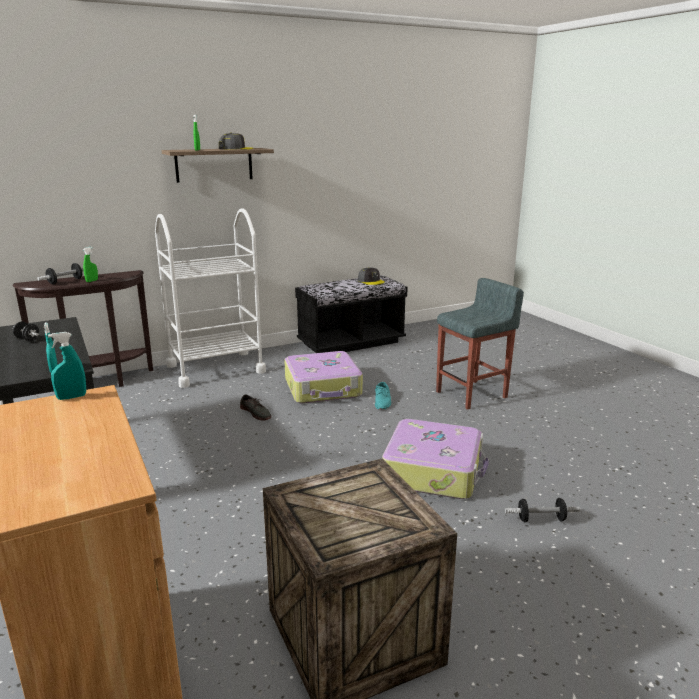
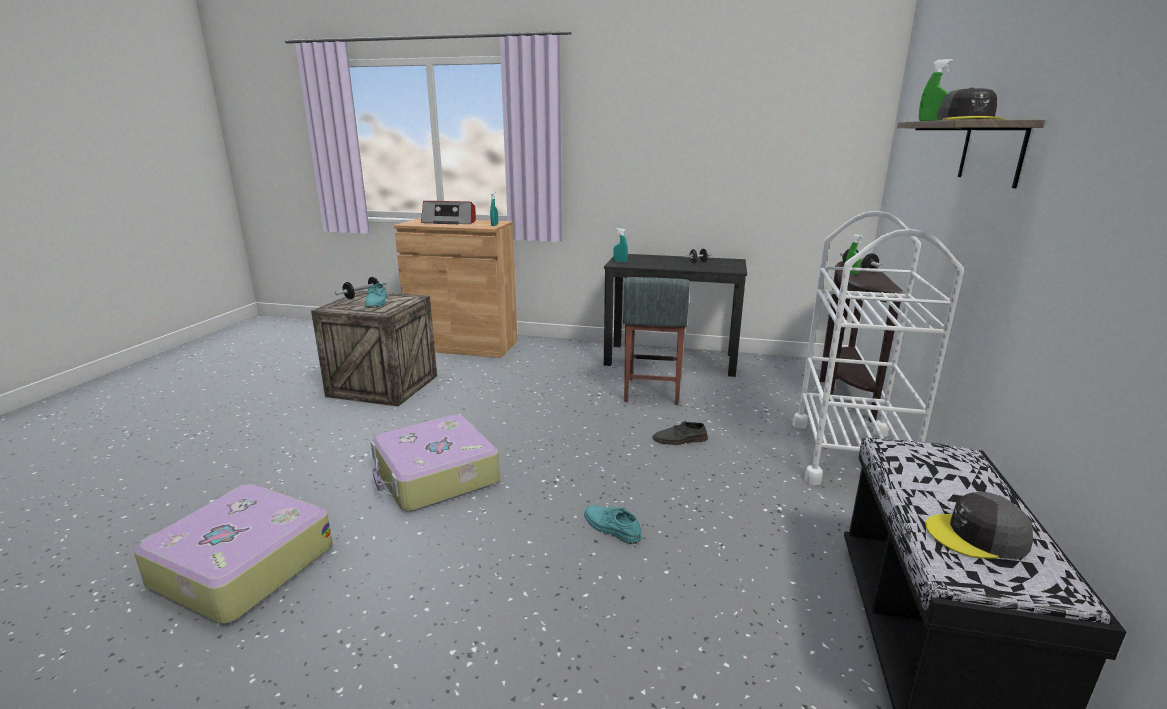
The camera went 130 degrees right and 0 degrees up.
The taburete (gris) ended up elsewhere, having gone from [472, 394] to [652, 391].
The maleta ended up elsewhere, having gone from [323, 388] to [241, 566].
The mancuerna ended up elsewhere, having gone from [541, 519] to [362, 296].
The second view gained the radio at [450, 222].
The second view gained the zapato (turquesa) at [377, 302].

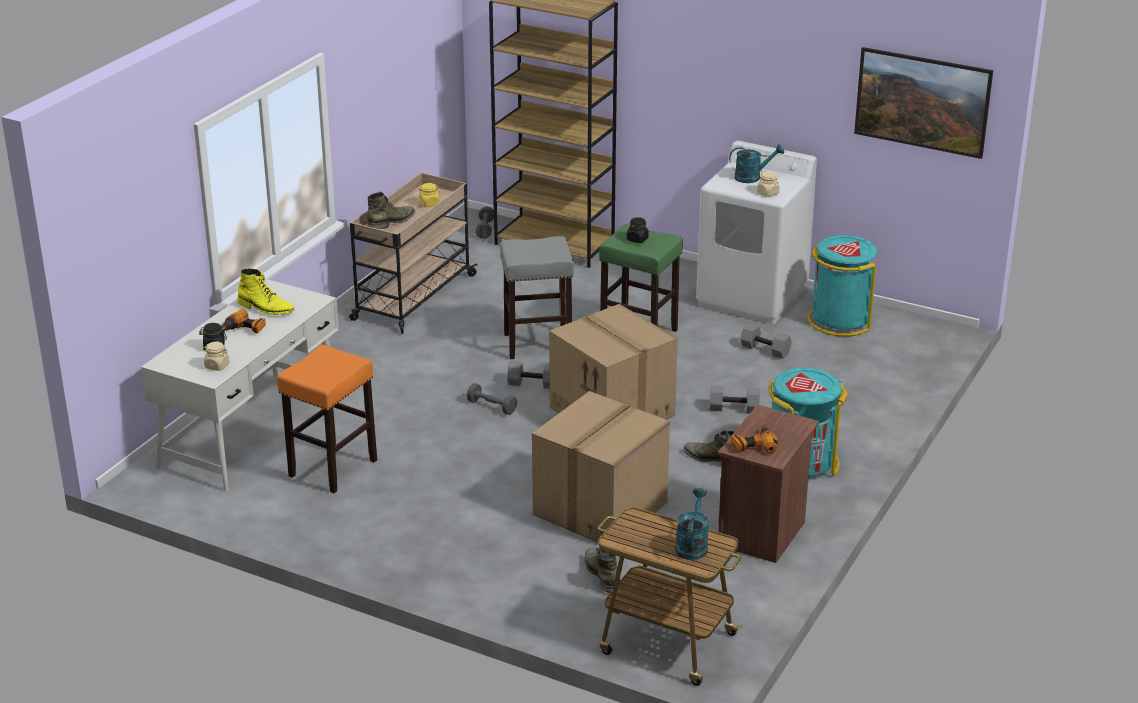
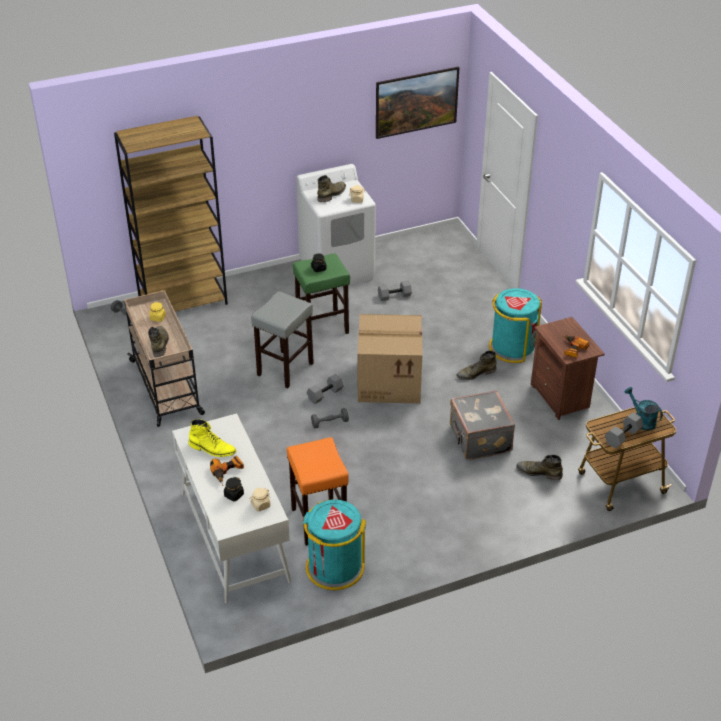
The camera went 50 degrees left and 10 degrees up.
Where the regadera (turquesa) stood at [752, 177], the bota (verde) came to stand at [332, 194].
The papelera (turquesa) ended up elsewhere, having gone from [839, 320] to [334, 568].
The bota (amarillo) at [266, 308] ended up facing another way, 45 degrees clockwise from before.
The mancuerna (gris) ended up elsewhere, having gone from [734, 408] to [622, 436].
Where the caja de cartón stood at [600, 509], the maleta (gris) came to stand at [479, 439].

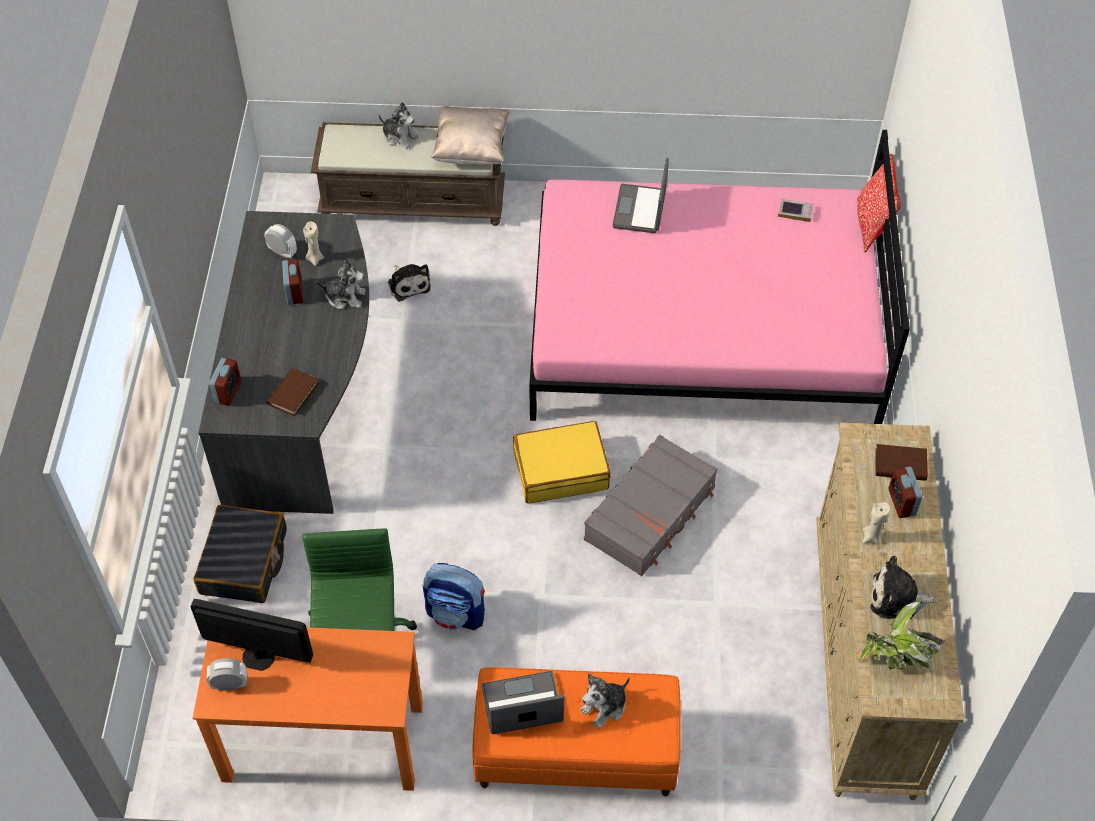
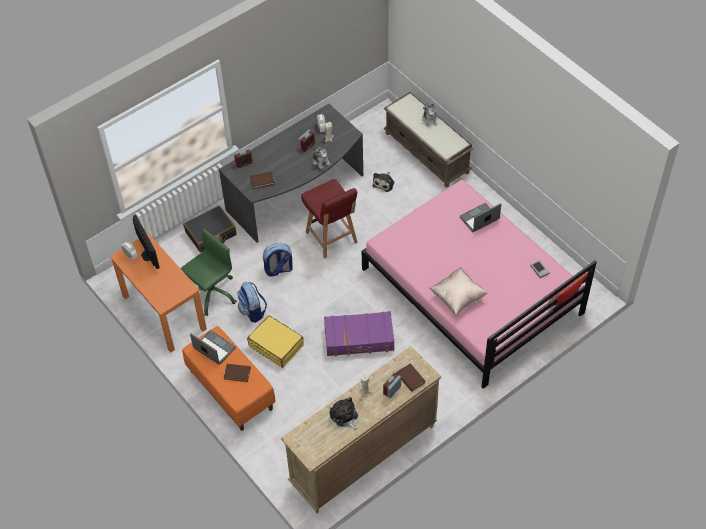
The camera went 50 degrees right and 0 degrees up.
The cojín (beis) ended up elsewhere, having gone from [471, 149] to [457, 297].
The maleta (amarillo) ended up elsewhere, having gone from [561, 470] to [276, 345].
What was the maleta (gris) at [651, 514] turned into the maleta (morado) at [359, 339].
The second view lost the planta en maceta at [897, 658].
Where the peluche stood at [605, 707], the libro (marrón) came to stand at [237, 373].
The second view gained the silla (rojo) at [332, 238].
The second view gained the mochila at [278, 270].

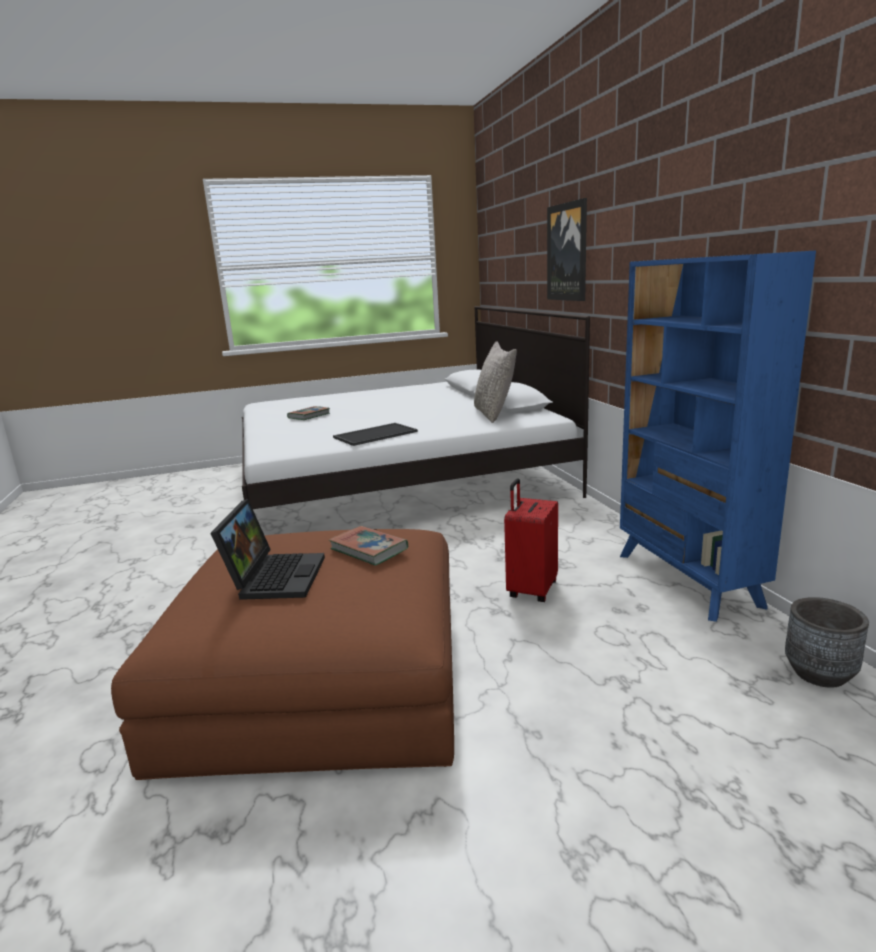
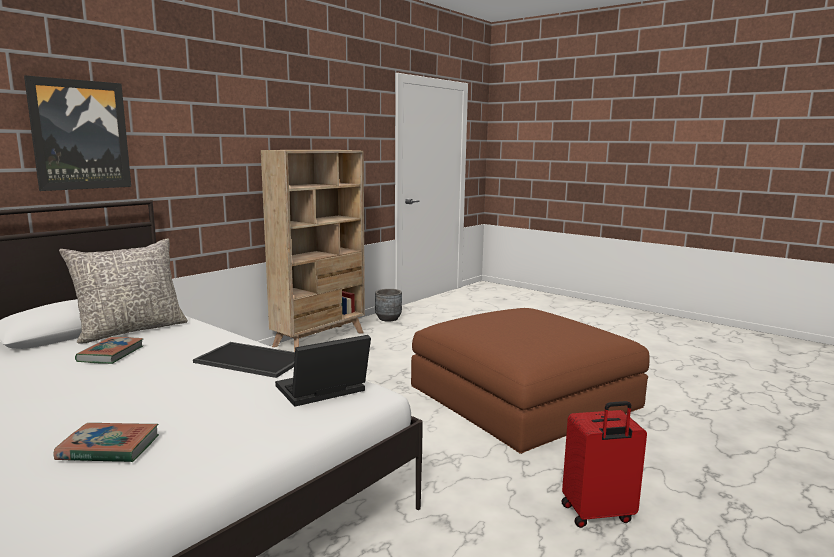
The camera went 125 degrees left and 5 degrees down.
What was the estantería (azul) at [687, 580] turned into the estantería (beis) at [320, 339].
The maleta (rojo) ended up elsewhere, having gone from [531, 590] to [598, 514].
The portátil ended up elsewhere, having gone from [275, 576] to [321, 392].
The libro ended up elsewhere, having gone from [369, 549] to [111, 354].

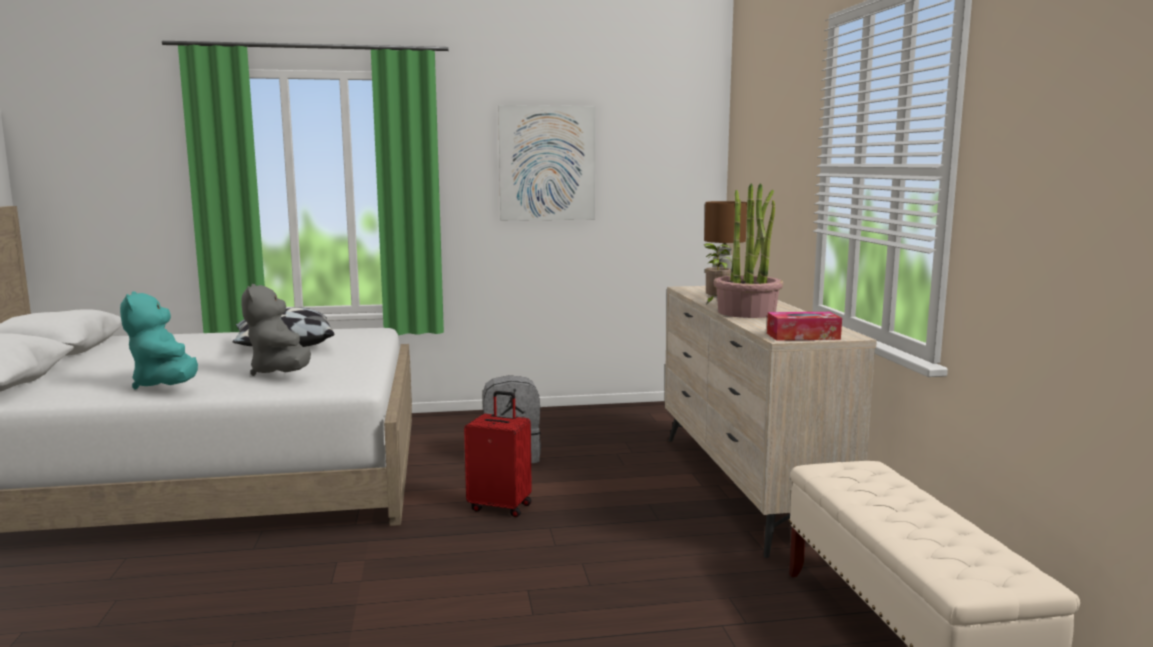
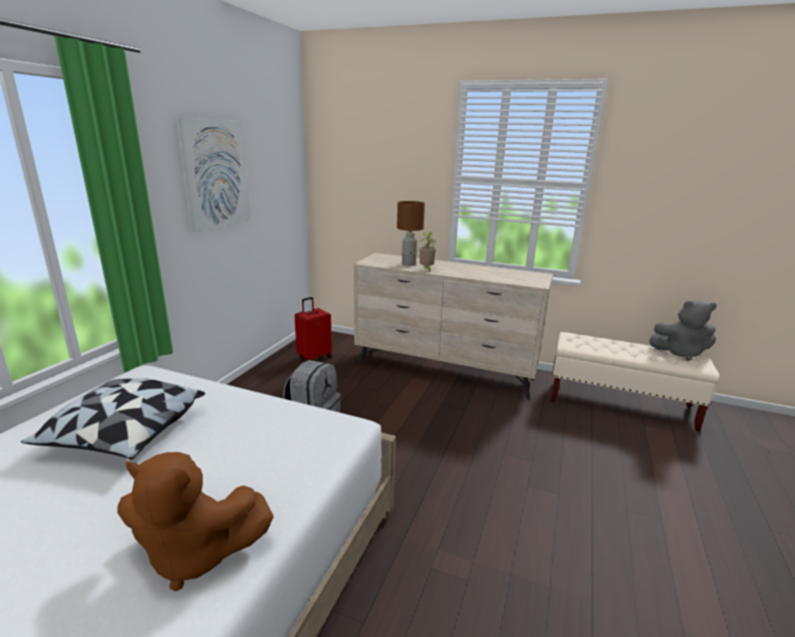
The camera went 60 degrees left and 10 degrees up.
The second view lost the planta en maceta at [747, 312].
The peluche (gris) ended up elsewhere, having gone from [281, 373] to [680, 353].
What was the peluche (turquesa) at [167, 385] turned into the peluche (marrón) at [195, 554].
The second view lost the caja de pañuelos at [803, 336].
The maleta (rojo) ended up elsewhere, having gone from [501, 506] to [314, 357].

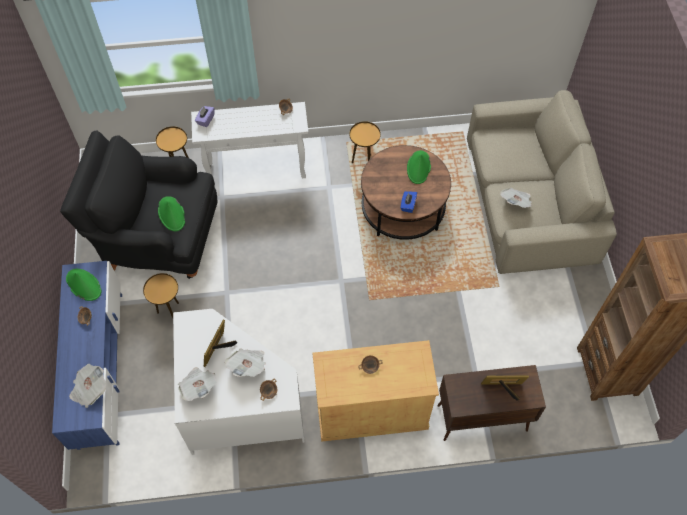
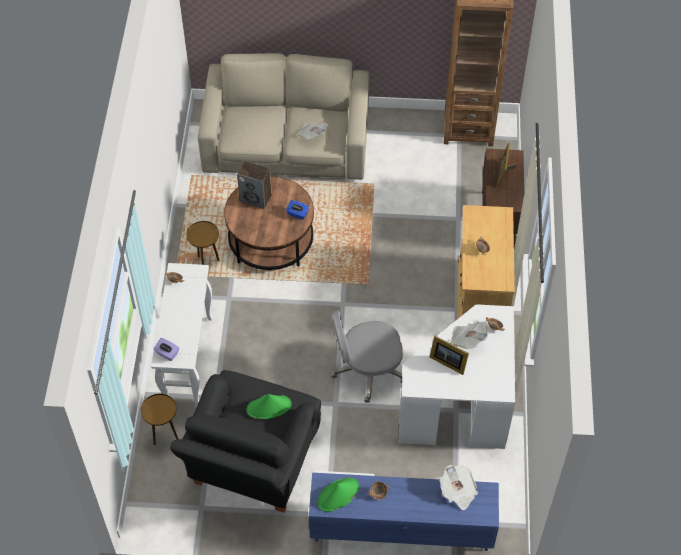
The camera went 80 degrees left and 5 degrees down.
Where the sombrero (verde) stood at [418, 168], the altavoz came to stand at [256, 198].
The second view lost the mesa auxiliar (marrón) at [170, 312].
The second view lost the periódico at [198, 387].
The second view gained the silla de oficina (gris) at [367, 370].

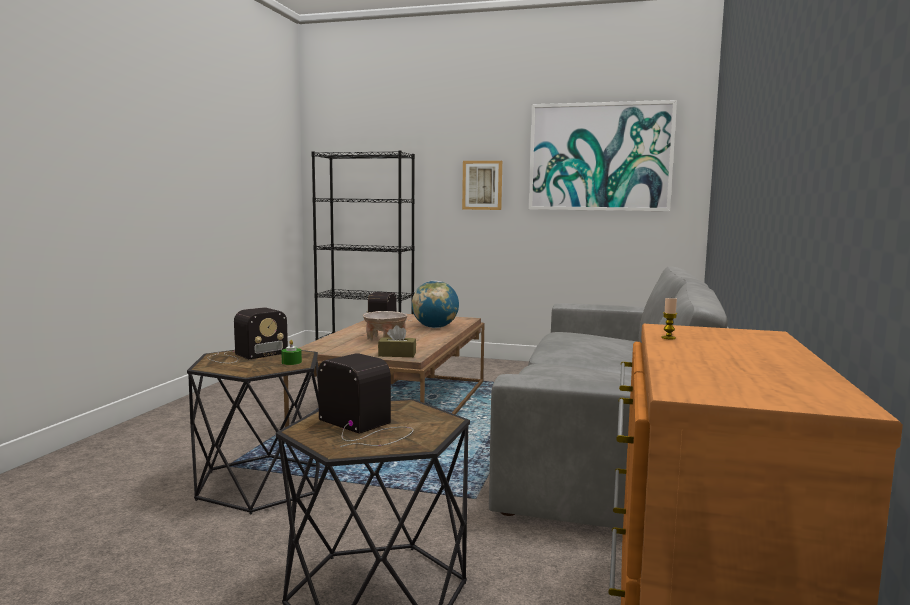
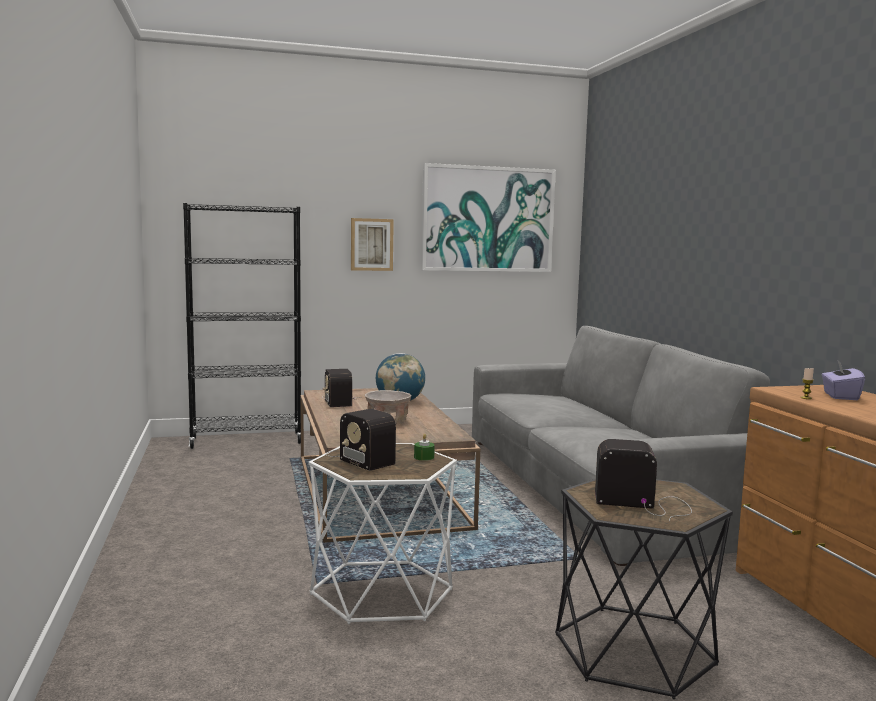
The camera went 30 degrees left and 0 degrees up.
The radio at [245, 355] ended up facing another way, 120 degrees clockwise from before.
The second view lost the caja de pañuelos (marrón) at [397, 354].
What was the mesa auxiliar (negro) at [260, 483] turned into the mesa auxiliar (blanco) at [381, 592].
The second view gained the caja de pañuelos (morado) at [840, 396].

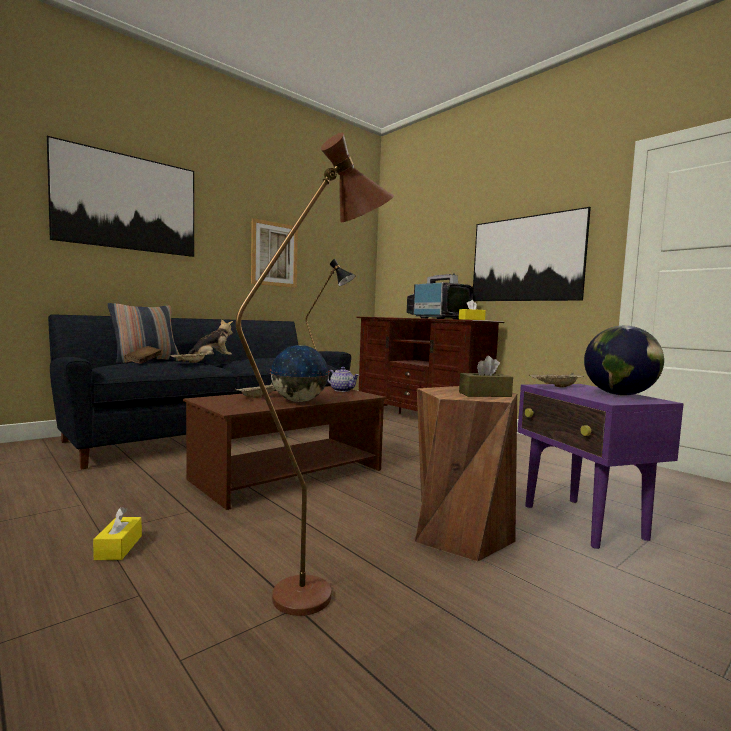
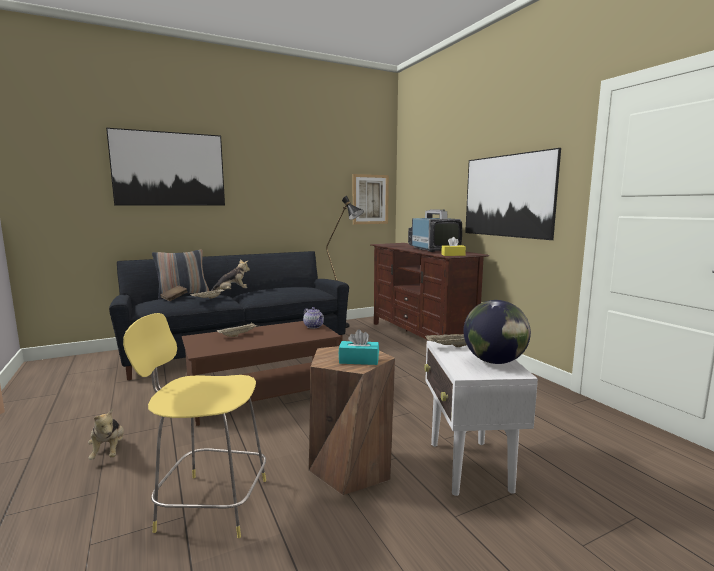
The camera went 15 degrees right and 5 degrees up.
Where the lámpara de pie (marrón) stood at [320, 589], the taburete (amarillo) came to stand at [210, 504].
The cuadro ended up elsewhere, having gone from [274, 254] to [370, 199].
The second view lost the globo terráqueo at [298, 401].
What was the caja de pañuelos (marrón) at [484, 394] turned into the caja de pañuelos (turquesa) at [359, 360].
What was the mesa auxiliar (morado) at [583, 523] turned into the mesa auxiliar (blanco) at [469, 467].
Where the caja de pañuelos (amarillo) stood at [119, 547], the peluche came to stand at [109, 452].

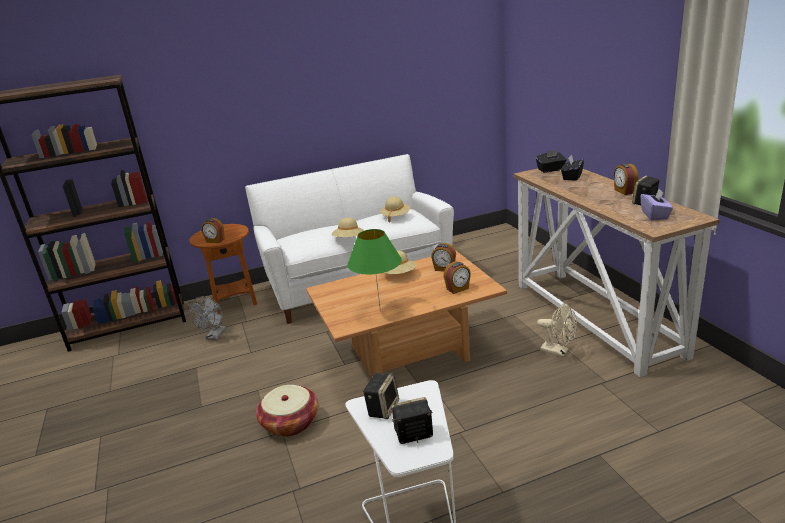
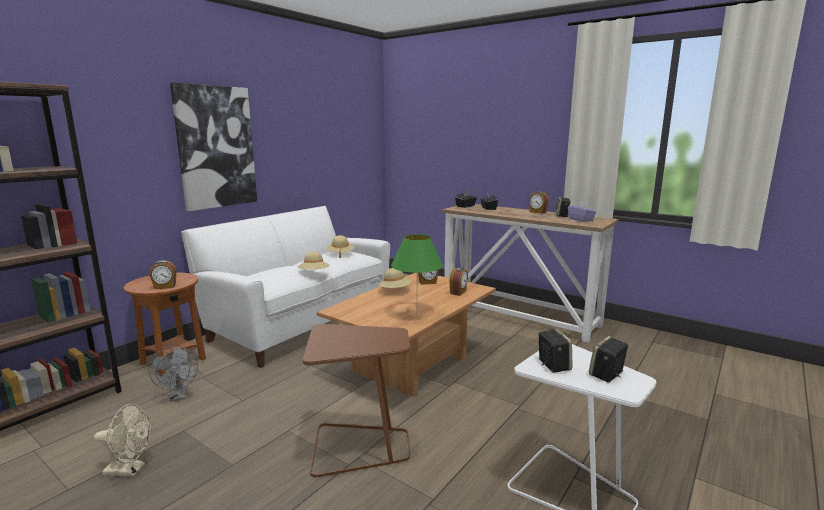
The camera went 35 degrees left and 10 degrees down.
The ventilador (beis) ended up elsewhere, having gone from [558, 351] to [130, 470].
Where the cesta stood at [290, 423], the mesa auxiliar (marrón) came to stand at [359, 447].
The second view gained the cuadro at [216, 147].

